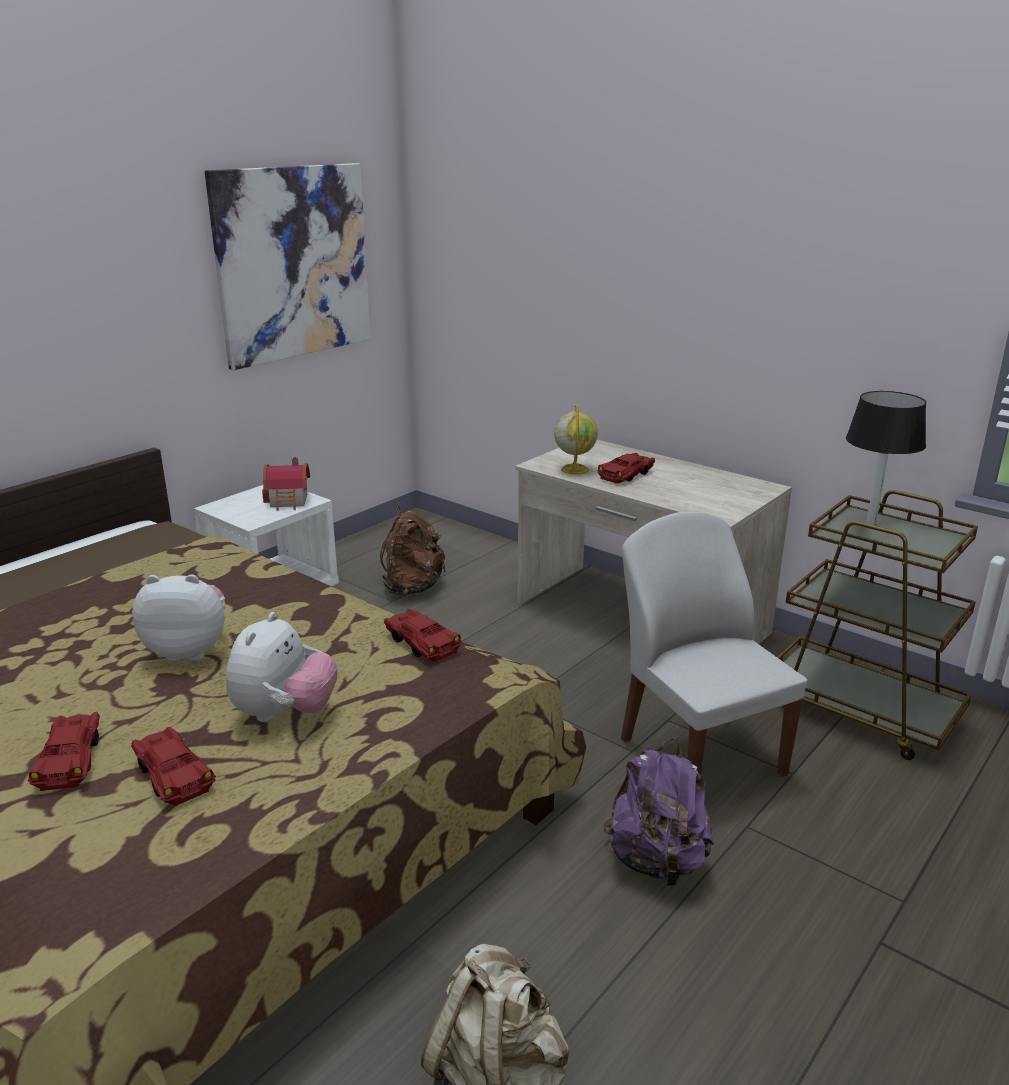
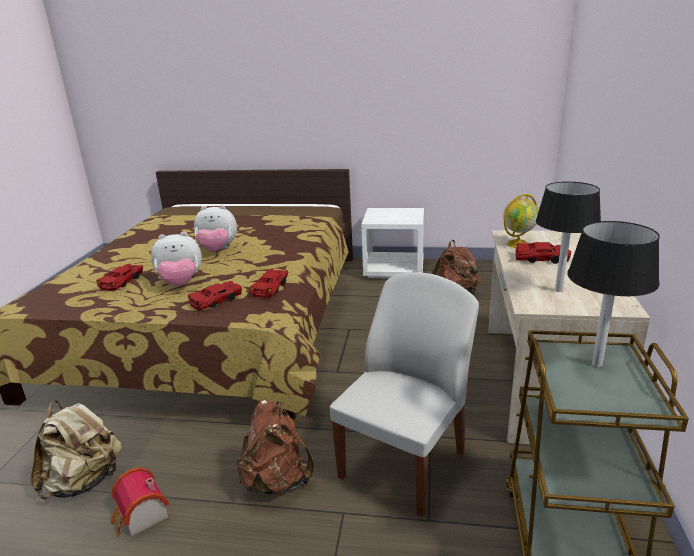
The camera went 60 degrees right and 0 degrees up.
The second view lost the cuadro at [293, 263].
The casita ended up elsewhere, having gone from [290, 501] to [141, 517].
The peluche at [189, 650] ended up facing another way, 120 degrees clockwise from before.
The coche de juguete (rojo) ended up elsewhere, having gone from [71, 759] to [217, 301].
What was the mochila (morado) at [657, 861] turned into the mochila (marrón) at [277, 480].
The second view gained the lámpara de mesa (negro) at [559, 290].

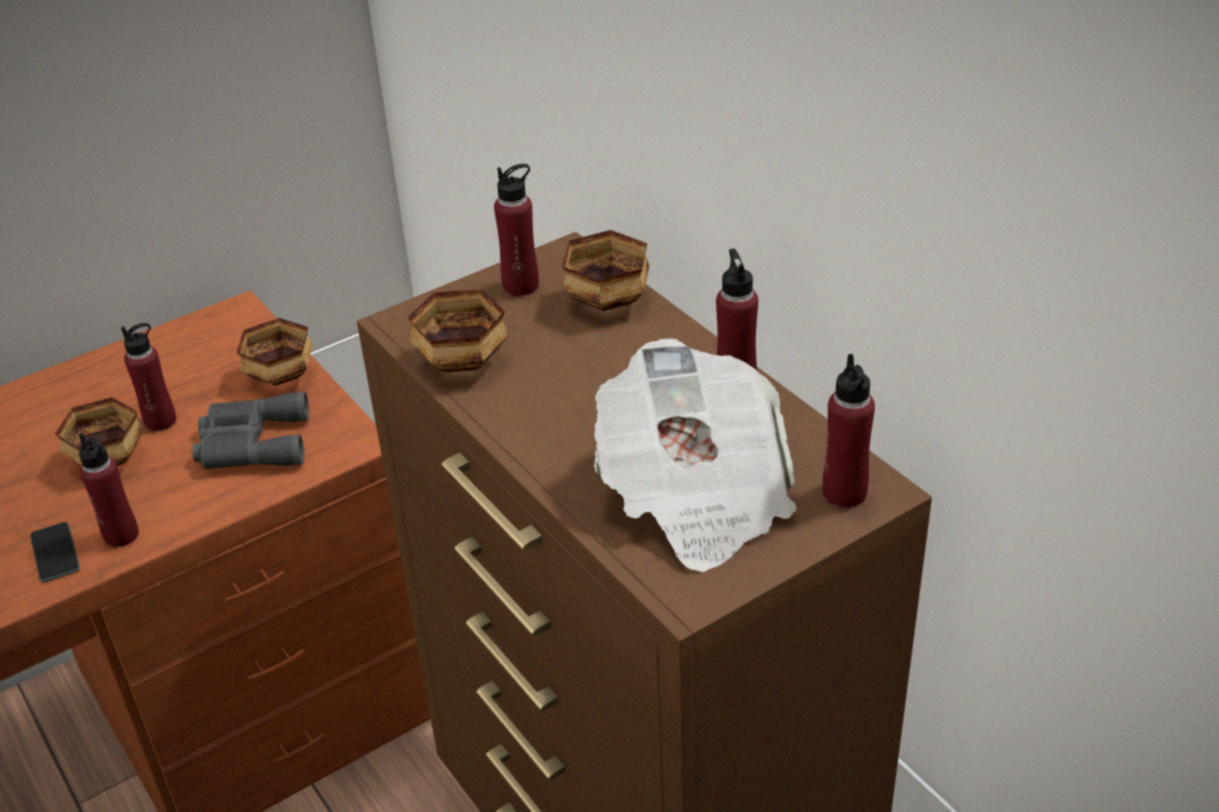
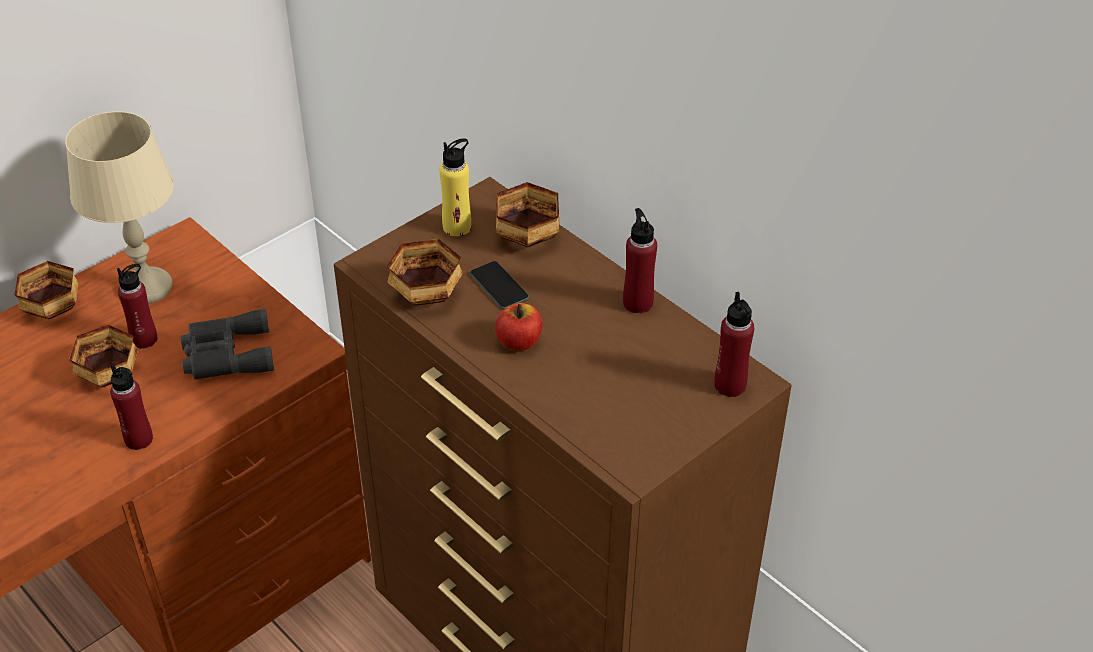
The camera went 10 degrees left and 5 degrees up.
What was the botella (rojo) at [521, 286] turned into the botella (amarillo) at [457, 227].
The cuenco ended up elsewhere, having gone from [283, 375] to [55, 309].
The second view lost the periódico at [695, 496].
The móvil ended up elsewhere, having gone from [55, 553] to [499, 286].
The second view gained the lámpara de mesa (beis) at [147, 287].
The second view gained the manzana at [519, 341].

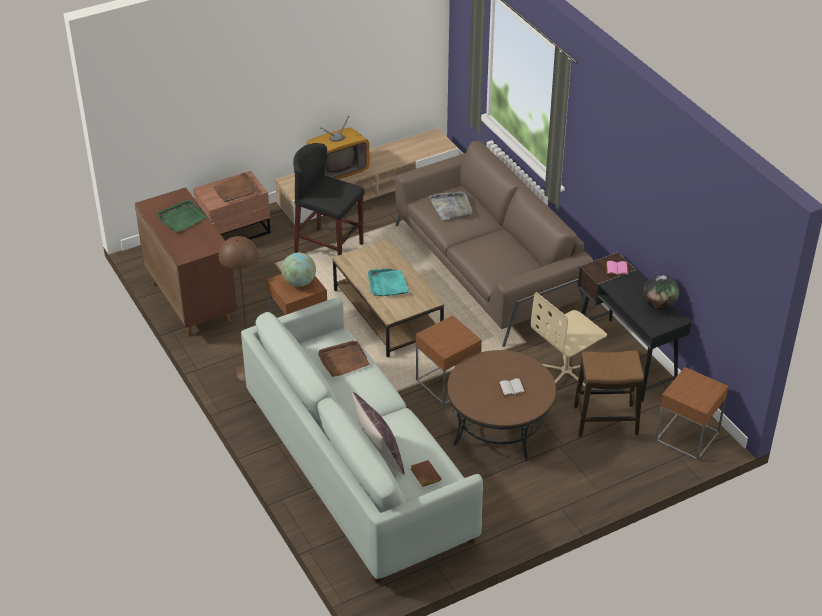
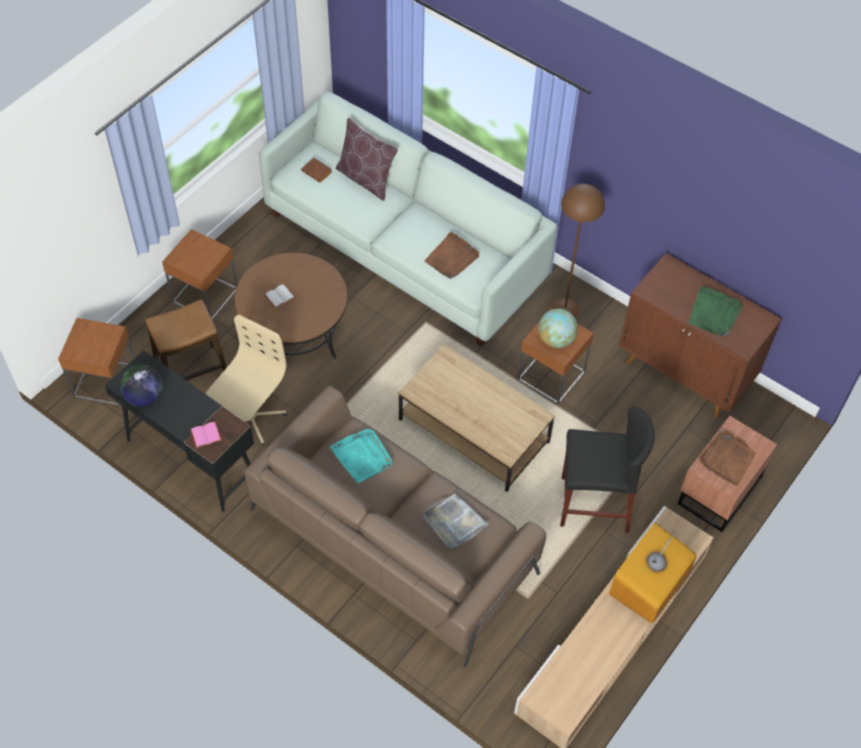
The camera went 155 degrees right and 15 degrees up.
The bandeja (turquesa) ended up elsewhere, having gone from [387, 284] to [362, 456].
The mesa auxiliar (marrón) ended up elsewhere, having gone from [447, 383] to [205, 295].

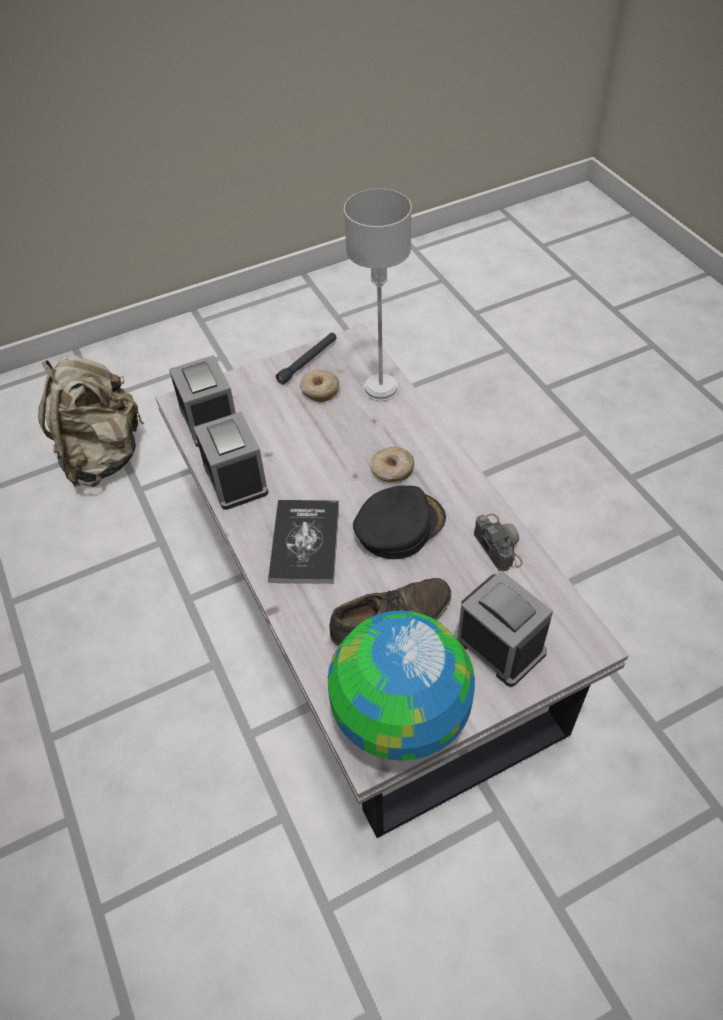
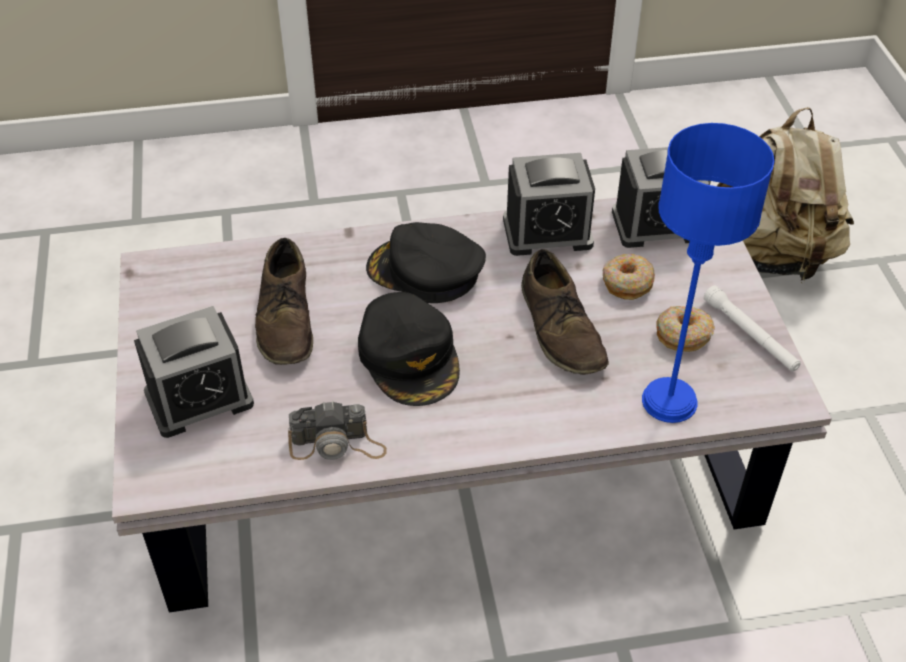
The camera went 105 degrees right and 5 degrees down.
What was the lámpara de mesa (gris) at [381, 388] turned into the lámpara de mesa (azul) at [668, 401].
What was the linterna (negro) at [308, 361] turned into the linterna (blanco) at [750, 335].
The rosquilla ended up elsewhere, having gone from [392, 470] to [627, 283].
Where the libro stood at [305, 542], the gorra (negro) came to stand at [425, 271].
The second view lost the globo terráqueo at [400, 717].
The second view gained the zapato (marrón) at [561, 329].

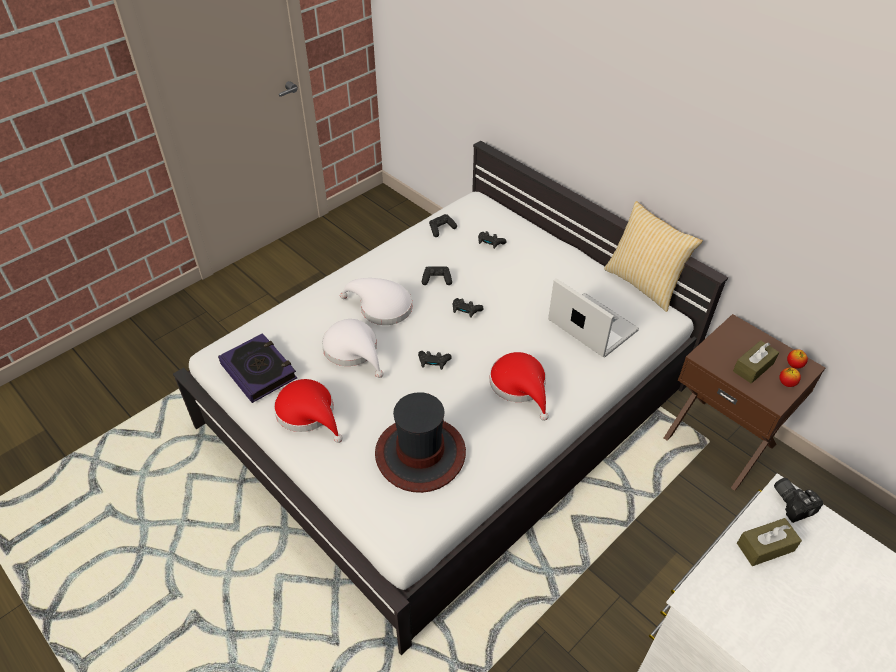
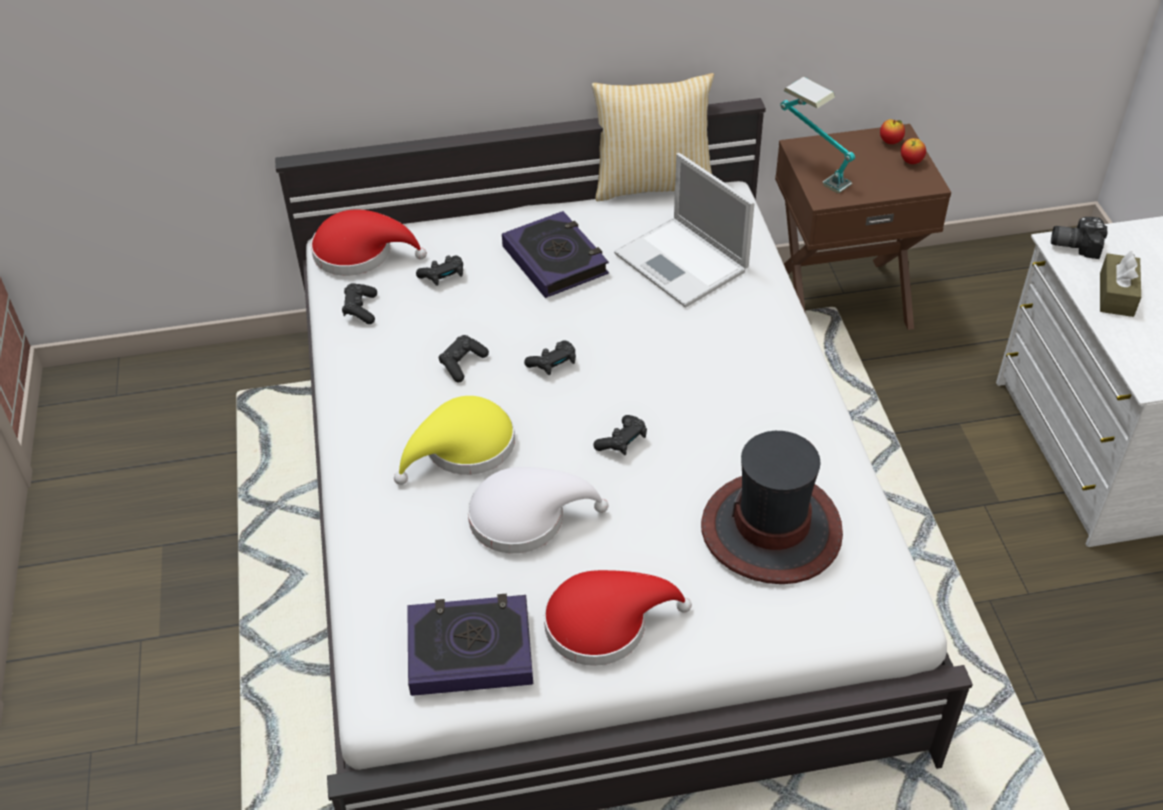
The camera went 55 degrees left and 0 degrees up.
What was the sombrero (blanco) at [381, 307] turned into the sombrero (amarillo) at [463, 448].
The portátil at [591, 325] ended up facing another way, 120 degrees counterclockwise from before.
The second view lost the caja de pañuelos (marrón) at [753, 367].
The sombrero (rojo) ended up elsewhere, having gone from [520, 385] to [360, 253].
The second view gained the lámpara de mesa at [811, 170].
The second view gained the libro at [555, 260].

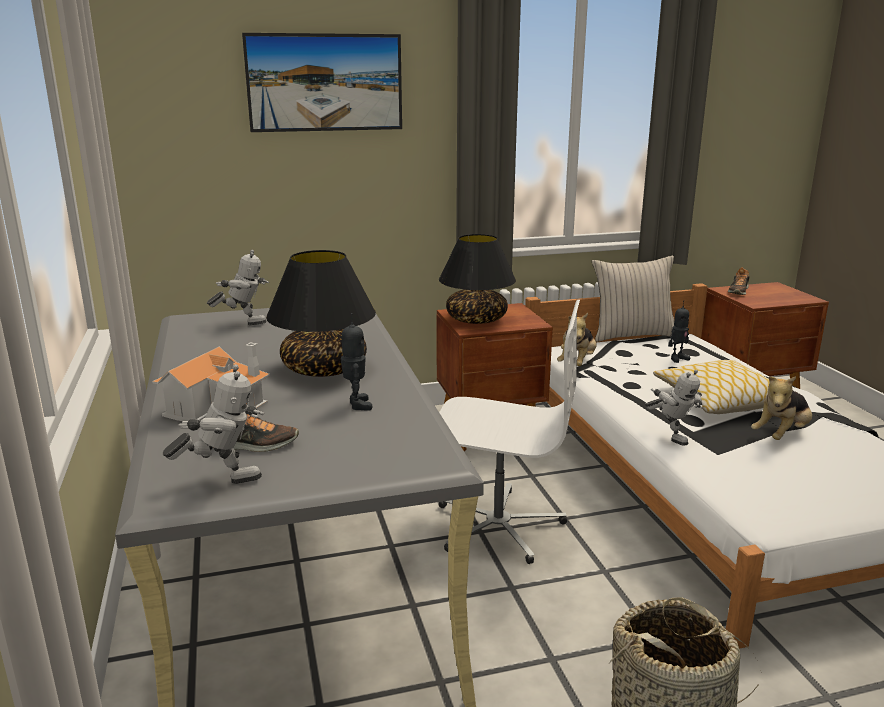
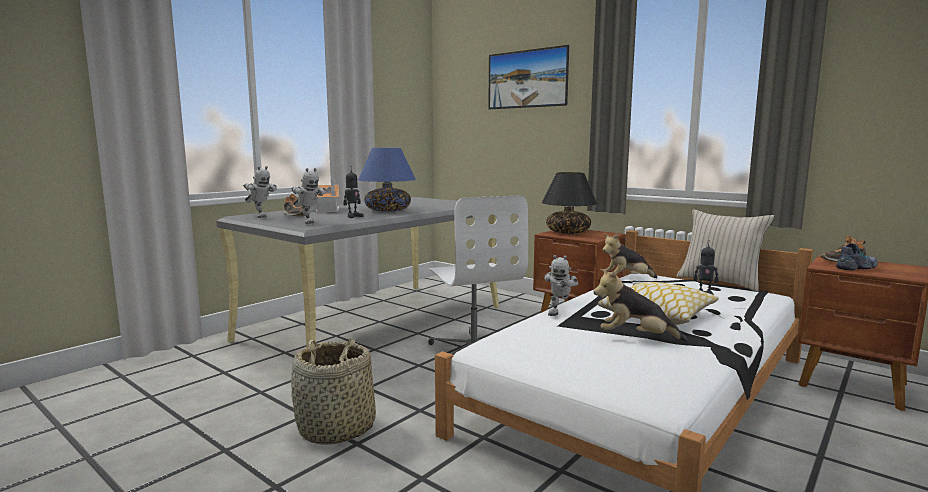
The camera went 55 degrees right and 10 degrees down.
The robot de juguete ended up elsewhere, having gone from [243, 323] to [308, 223].
What was the lámpara de mesa (negro) at [325, 369] turned into the lámpara de mesa (azul) at [388, 210].
The second view gained the zapato at [857, 267].

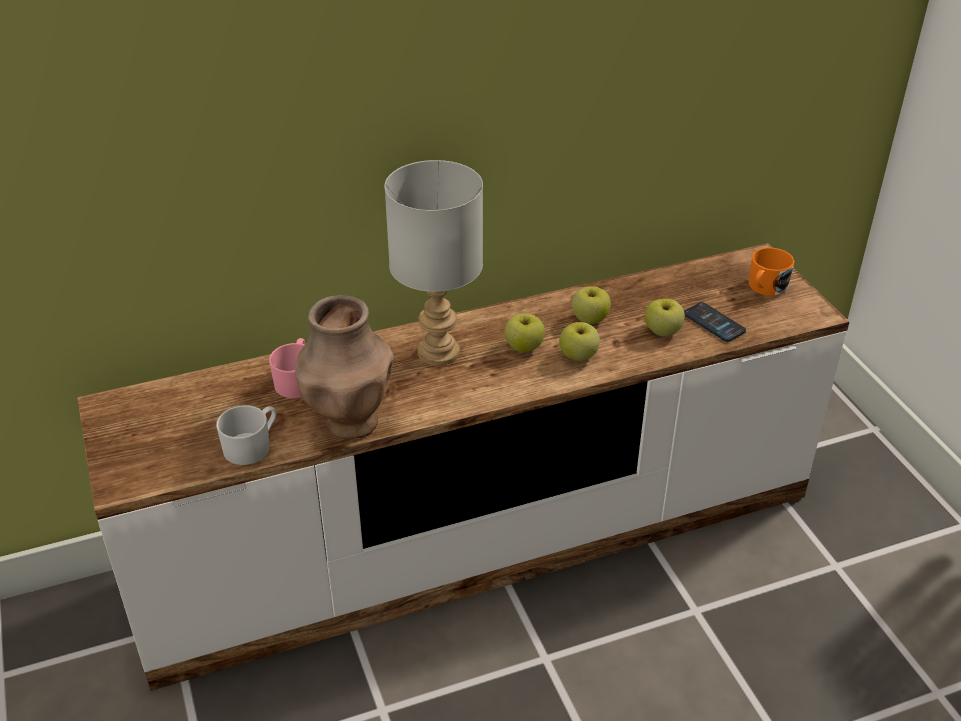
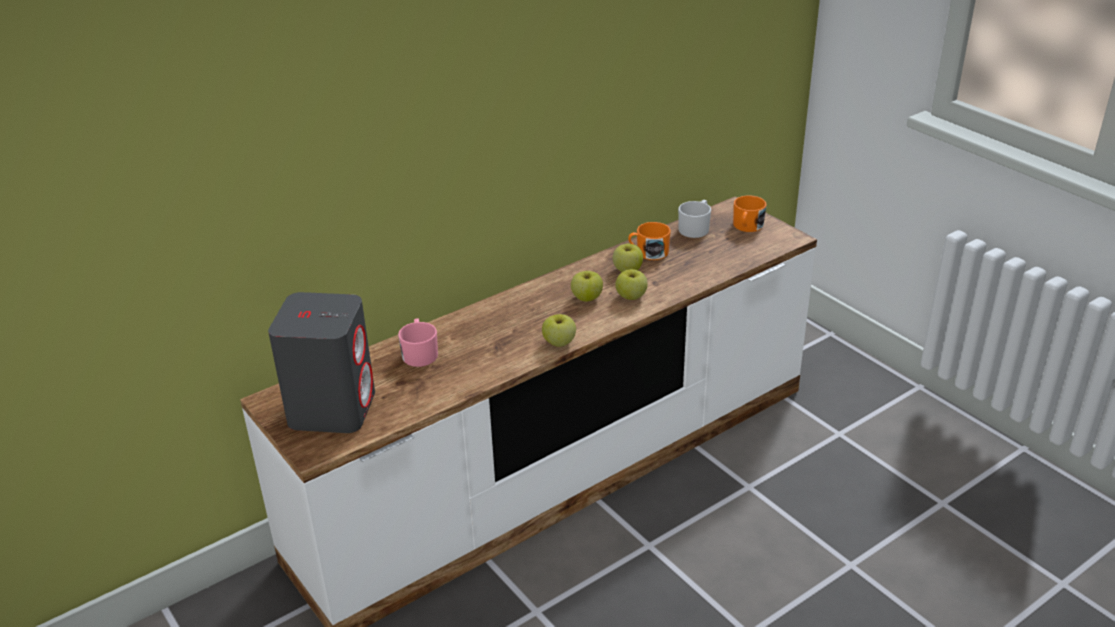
The camera went 15 degrees left and 5 degrees down.
The second view lost the lámpara de mesa (gris) at [437, 352].
The second view lost the florero (marrón) at [350, 422].
The manzana ended up elsewhere, having gone from [662, 331] to [559, 343].
The second view lost the móvil at [714, 323].
The taza grande (blanco) ended up elsewhere, having gone from [252, 446] to [695, 228].
The second view gained the taza grande (naranja) at [648, 252].
The second view gained the altavoz (gris) at [332, 408].

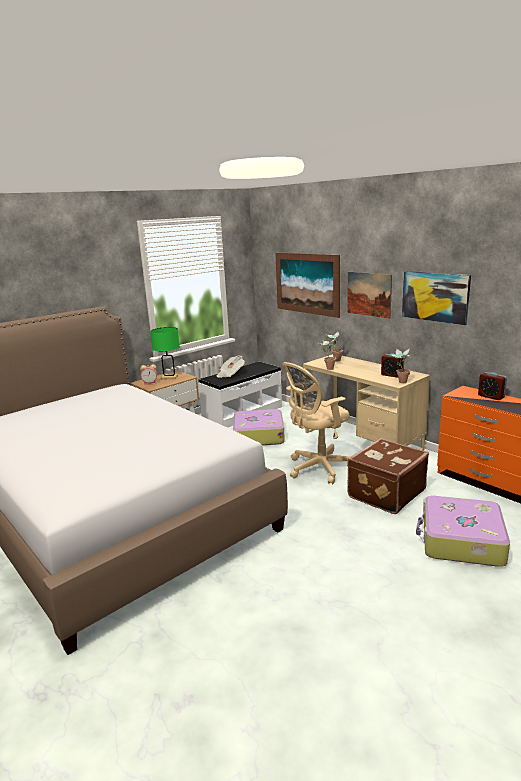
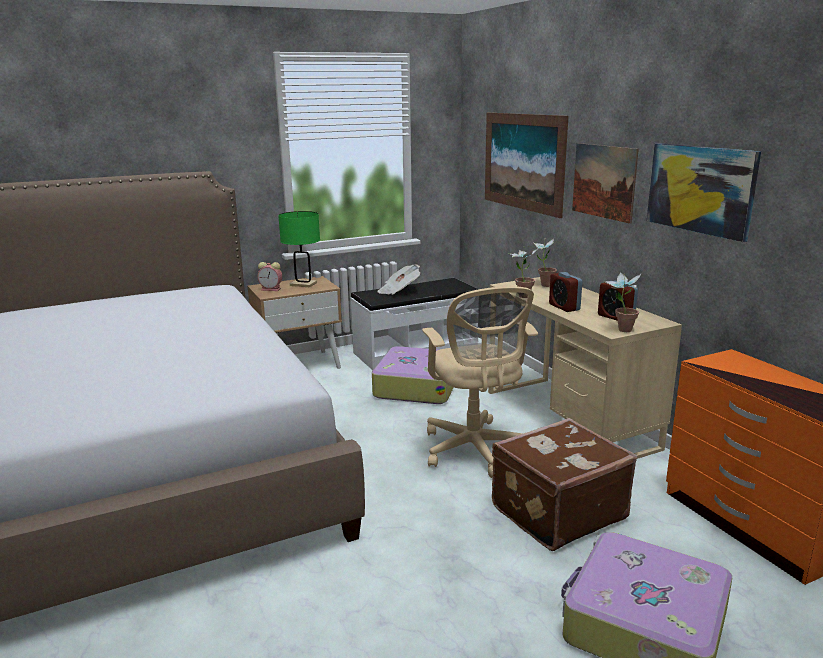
The camera went 15 degrees right and 0 degrees up.
The silla de oficina (beis) at [319, 468] ended up facing another way, 90 degrees counterclockwise from before.
The despertador ended up elsewhere, having gone from [491, 396] to [564, 307].

